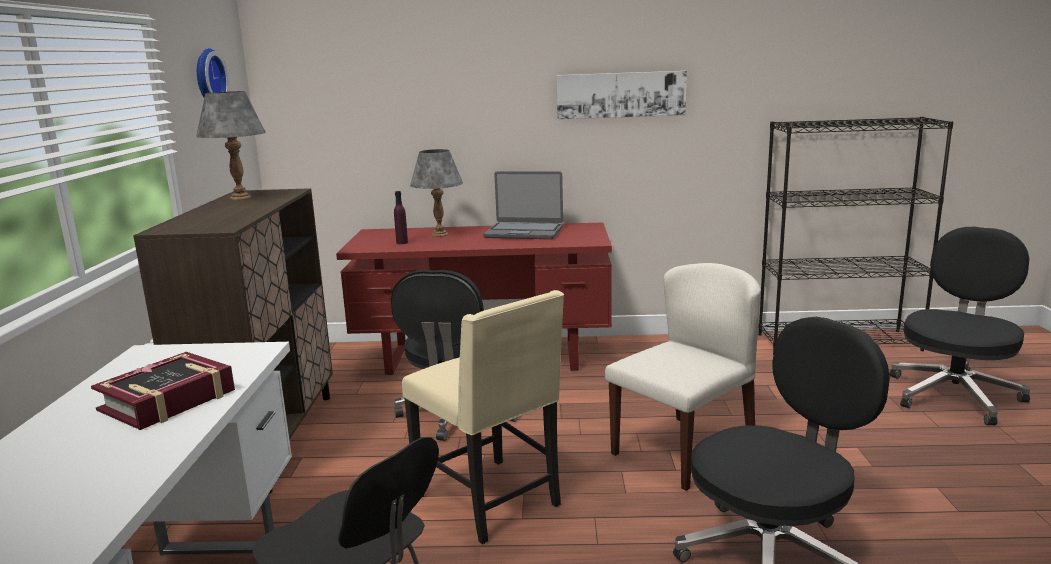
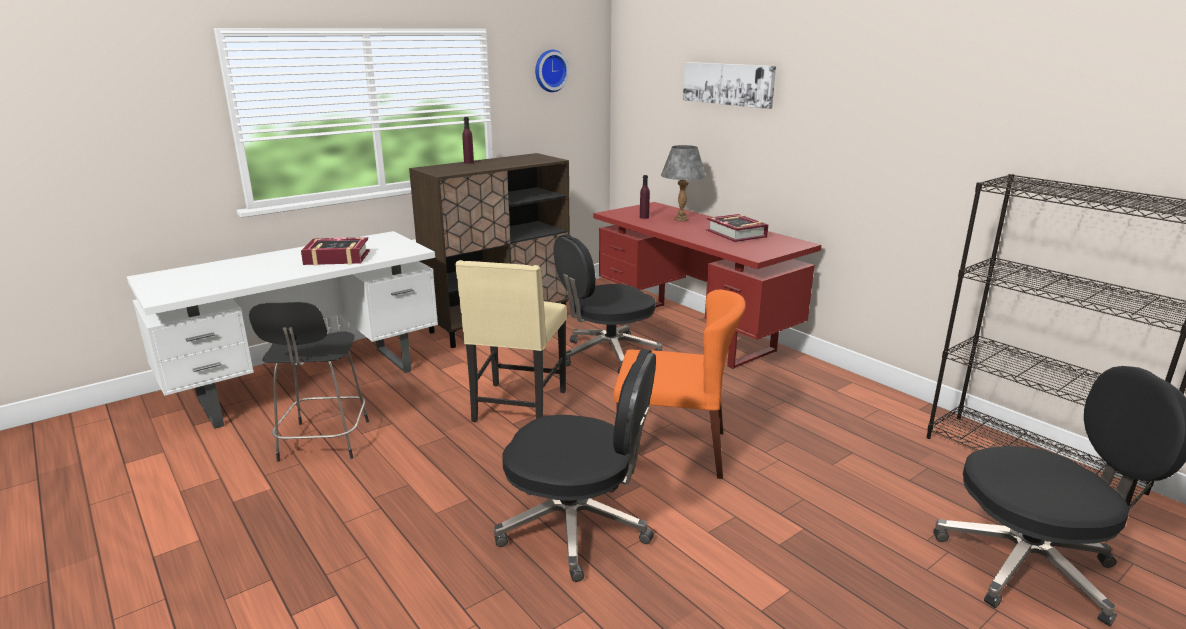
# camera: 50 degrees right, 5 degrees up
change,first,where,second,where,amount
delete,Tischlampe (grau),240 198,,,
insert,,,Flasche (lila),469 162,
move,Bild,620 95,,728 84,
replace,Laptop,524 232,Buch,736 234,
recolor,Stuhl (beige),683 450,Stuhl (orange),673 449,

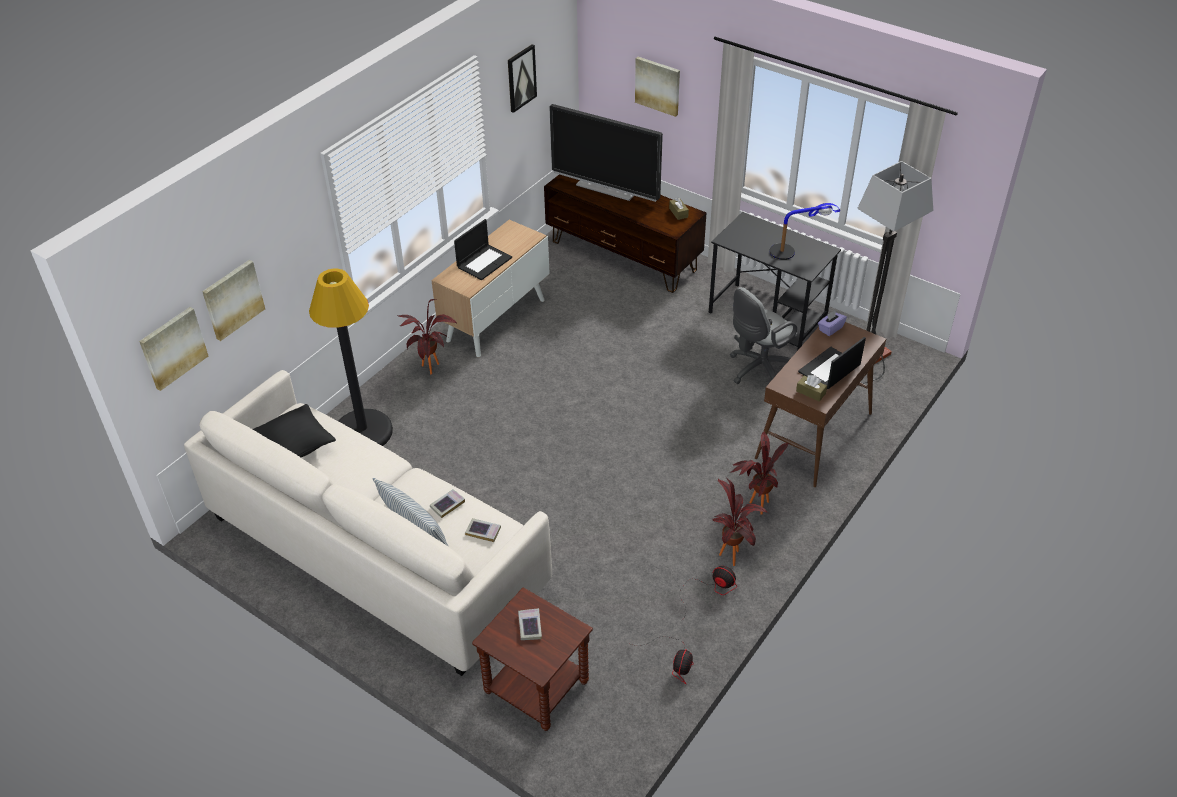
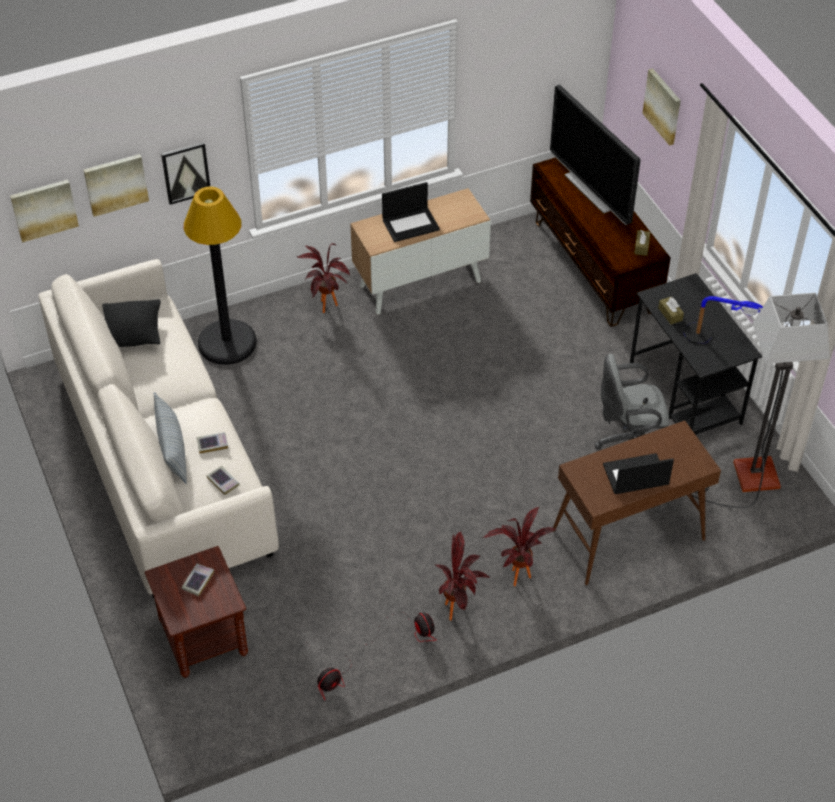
# camera: 30 degrees right, 5 degrees up
change,first,where,second,where,amount
delete,Taschentuchbox (lila),830 329,,,
move,Bild,521 78,,185 172,
move,Taschentuchbox (braun),810 392,,670 314,

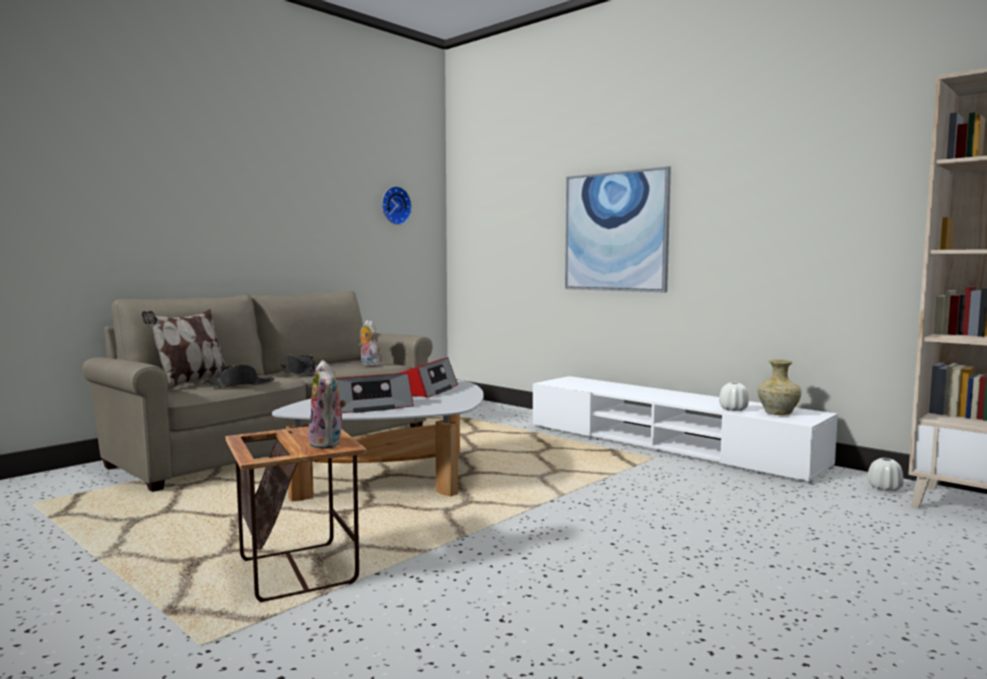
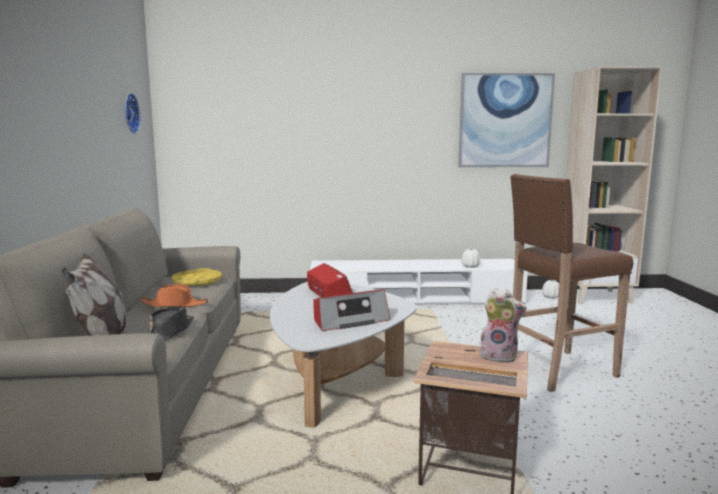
# camera: 45 degrees left, 5 degrees up
change,first,where,second,where,amount
delete,Vase (beige),777 413,,,
insert,,,Hocker (braun),558 371,
move,Bild,615 231,,505 121,
replace,Plüschtier,368 365,Tablett (gelb),197 282,
recolor,Hut (schwarz),300 373,Hut (orange),175 304,
rotate,Radio,369 407,,350 321,45 degrees clockwise

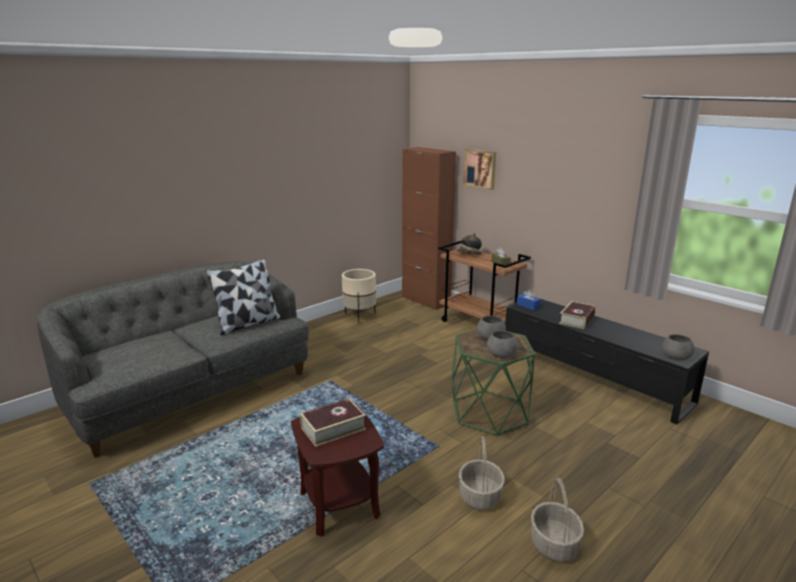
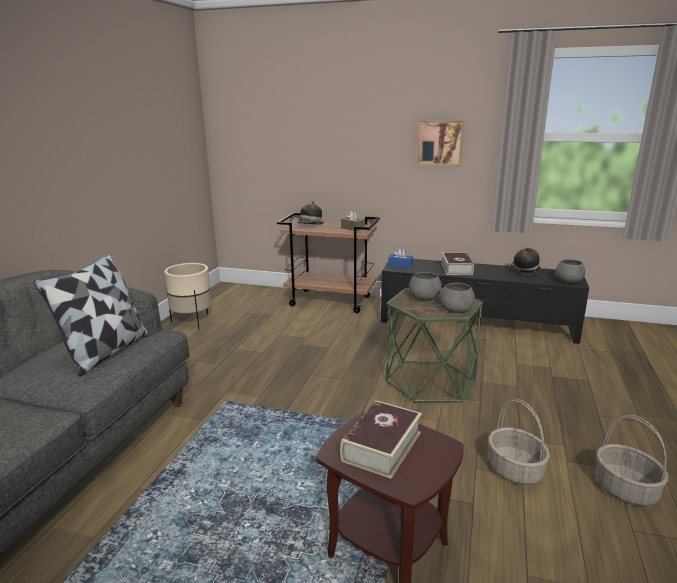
# camera: 30 degrees left, 0 degrees up
change,first,where,second,where,amount
delete,Schrank (braun),425 300,,,
insert,,,Hut,525 271,
move,Bild,480 168,,440 143,

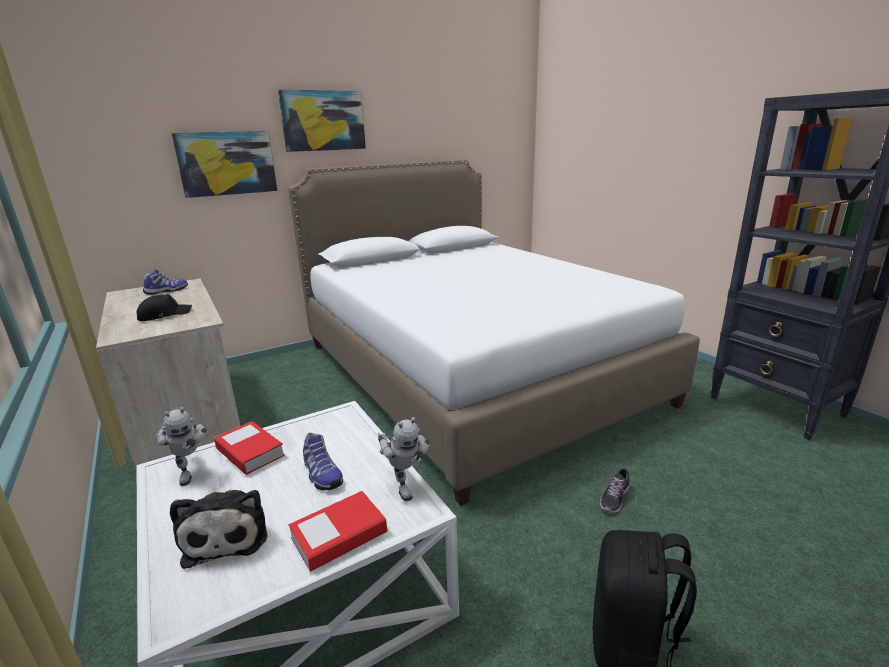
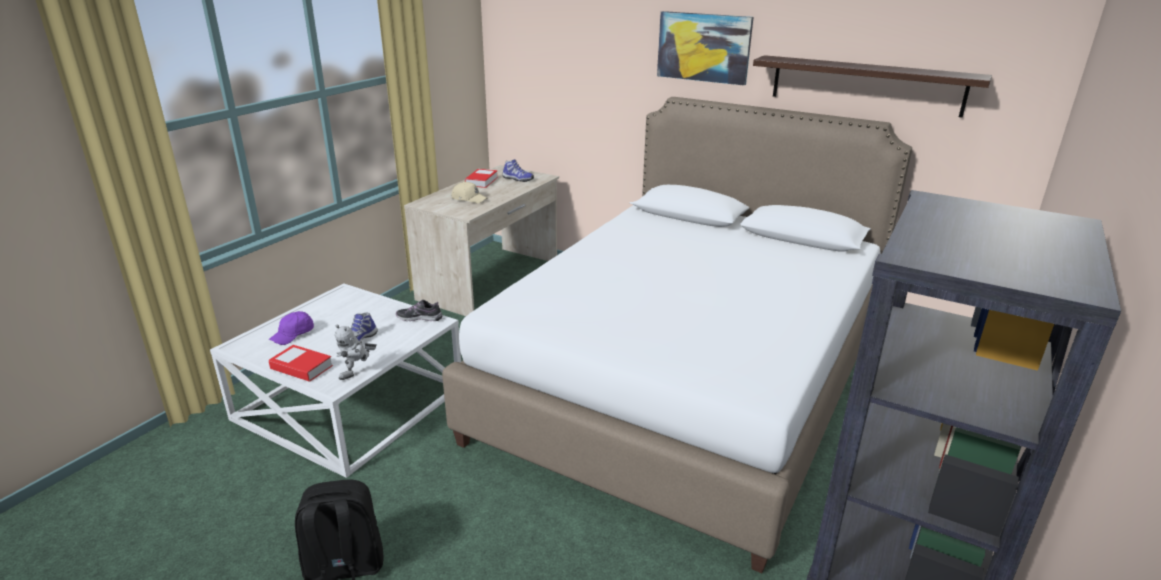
# camera: 60 degrees right, 5 degrees up
change,first,where,second,where,amount
delete,Spielzeugroboter,191 471,,,
delete,Bild,227 163,,,
insert,,,Wandregal,866 85,
move,Buch,250 452,,481 181,
move,Schuh,614 498,,419 318,
replace,Plüschtier,227 534,Kappe (lila),293 335,
recolor,Kappe (schwarz),164 315,Kappe (beige),469 198,

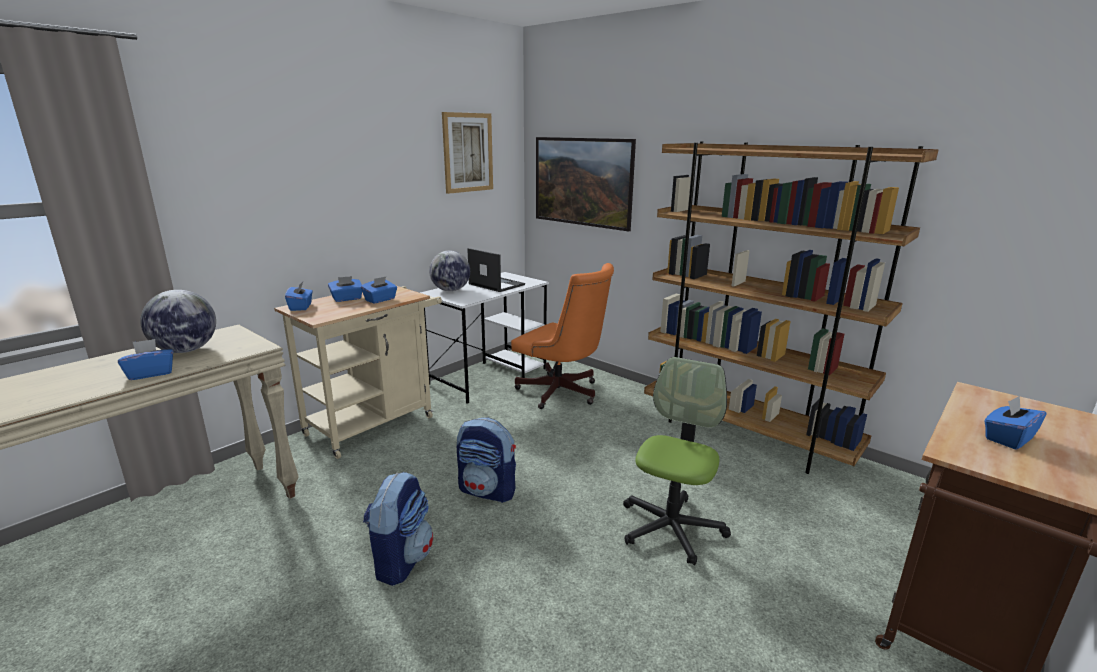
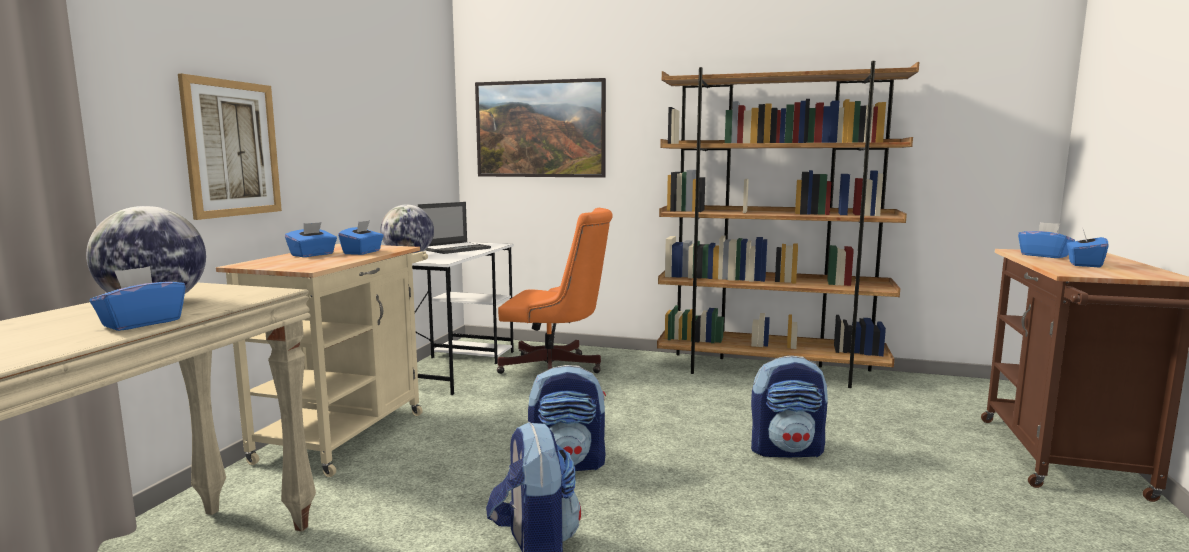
# camera: 25 degrees left, 10 degrees down
change,first,where,second,where,amount
move,Taschentuchbox (blau),301 307,,1044 255,
move,Bild,468 152,,232 148,
replace,Bürostuhl,671 528,Rucksack,786 450,
rotate,Laptop,496 284,,455 248,120 degrees clockwise

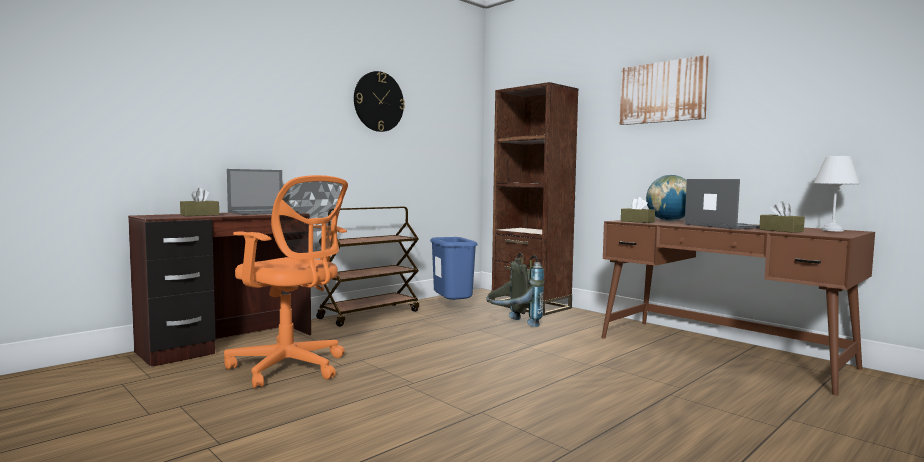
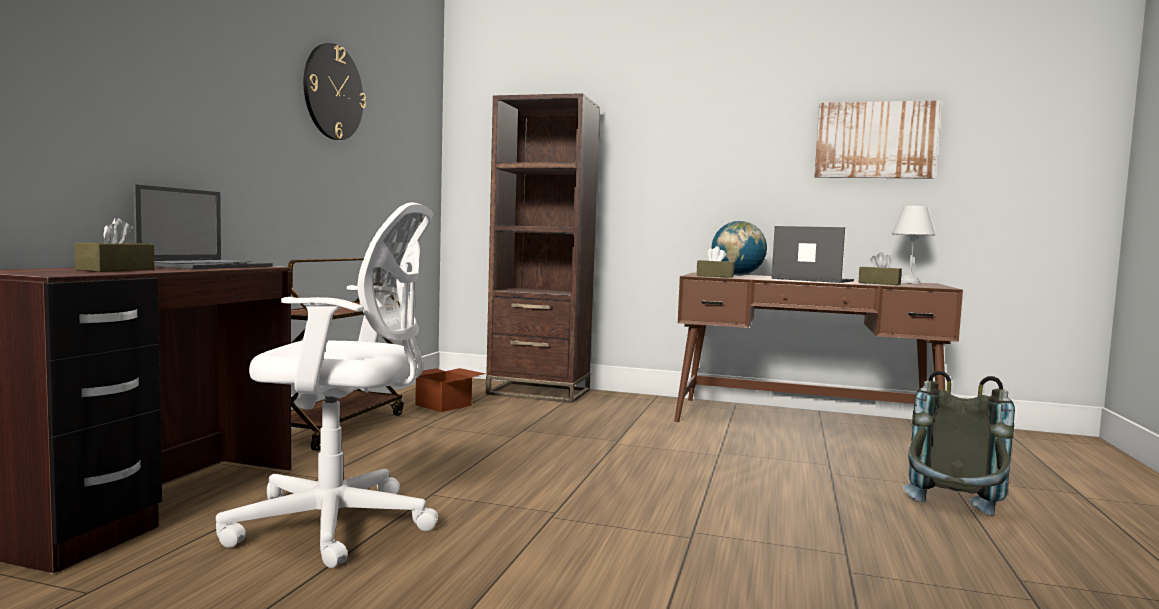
# camera: 30 degrees left, 0 degrees up
change,first,where,second,where,amount
move,Rucksack (grau),512 324,,952 517,
move,Bild,662 92,,875 140,
replace,Mülleimer (blau),453 308,Karton,445 405,
recolor,Bürostuhl (orange),291 368,Bürostuhl (weiß),340 525,

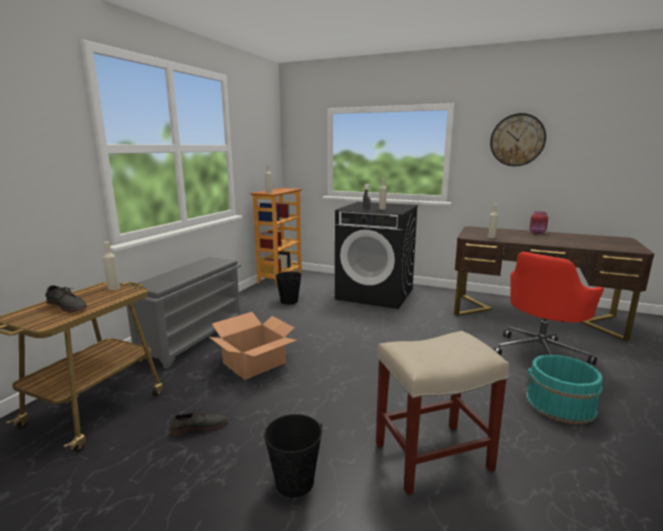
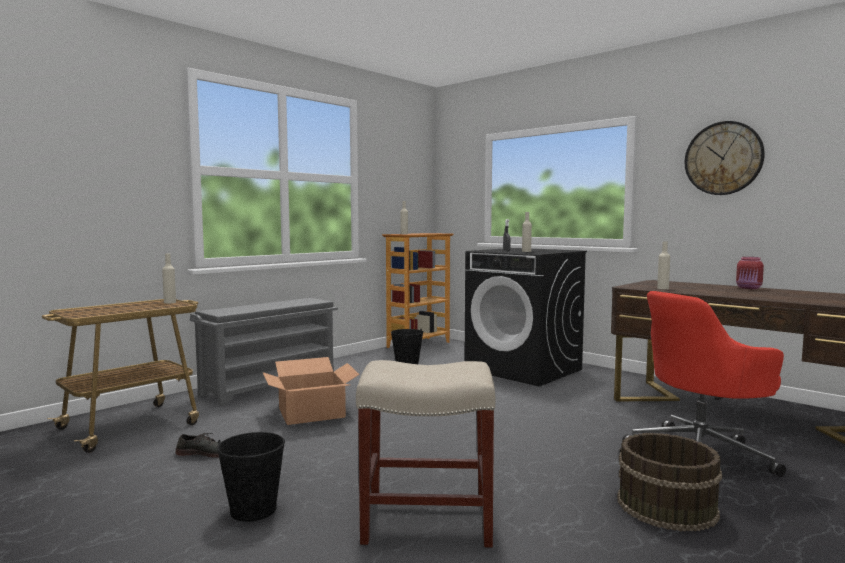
# camera: 20 degrees right, 10 degrees down
change,first,where,second,where,amount
delete,Schuh (grau),67 305,,,
recolor,Eimer (türkis),559 404,Eimer (braun),666 506,

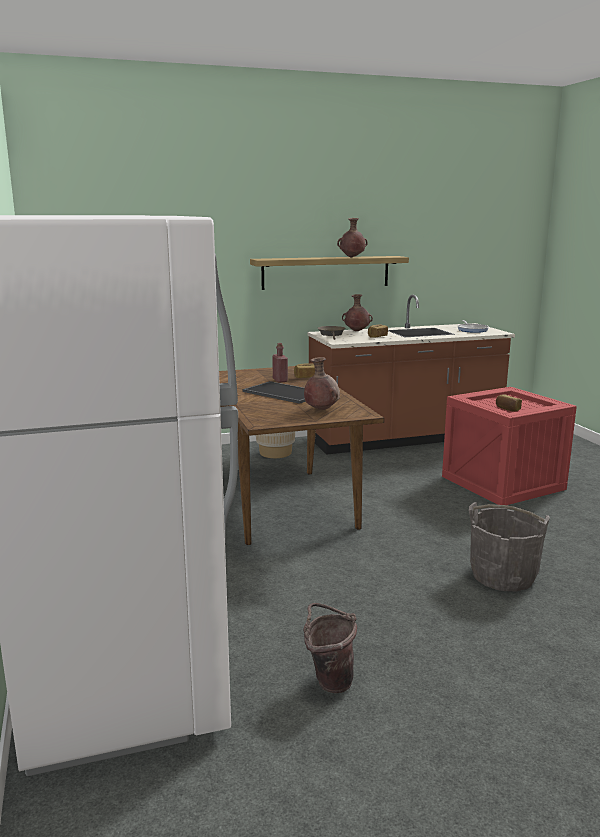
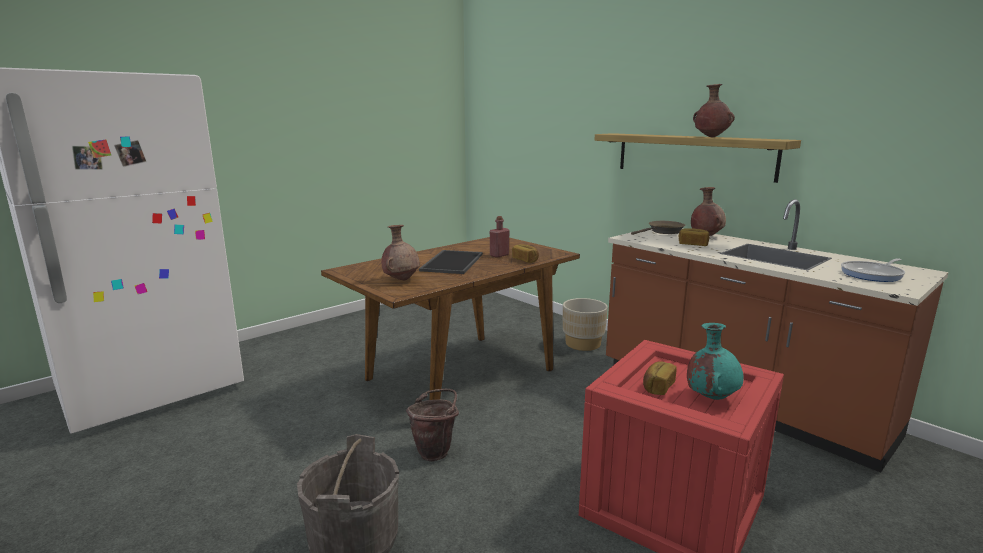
# camera: 65 degrees right, 0 degrees up
change,first,where,second,where,amount
insert,,,Vase (türkis),711 397,
move,Eimer (braun),329 680,,436 451,

